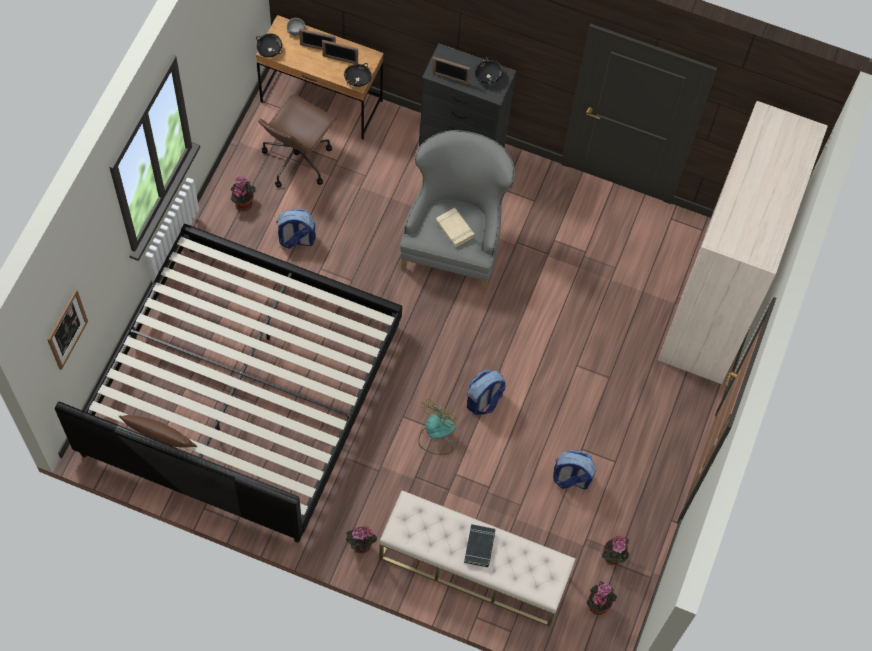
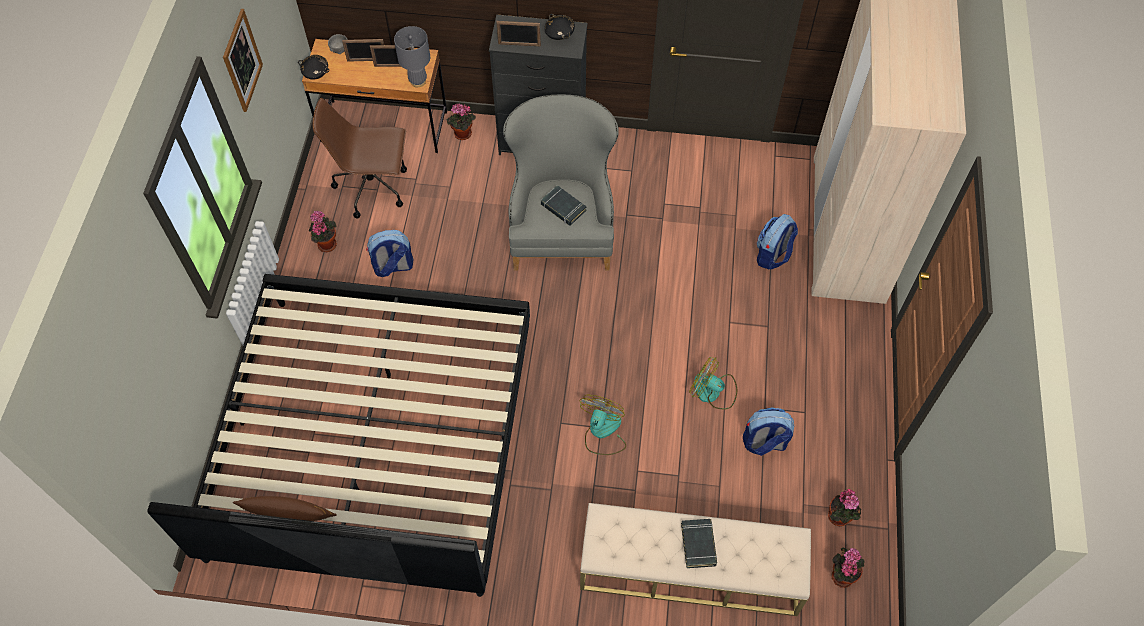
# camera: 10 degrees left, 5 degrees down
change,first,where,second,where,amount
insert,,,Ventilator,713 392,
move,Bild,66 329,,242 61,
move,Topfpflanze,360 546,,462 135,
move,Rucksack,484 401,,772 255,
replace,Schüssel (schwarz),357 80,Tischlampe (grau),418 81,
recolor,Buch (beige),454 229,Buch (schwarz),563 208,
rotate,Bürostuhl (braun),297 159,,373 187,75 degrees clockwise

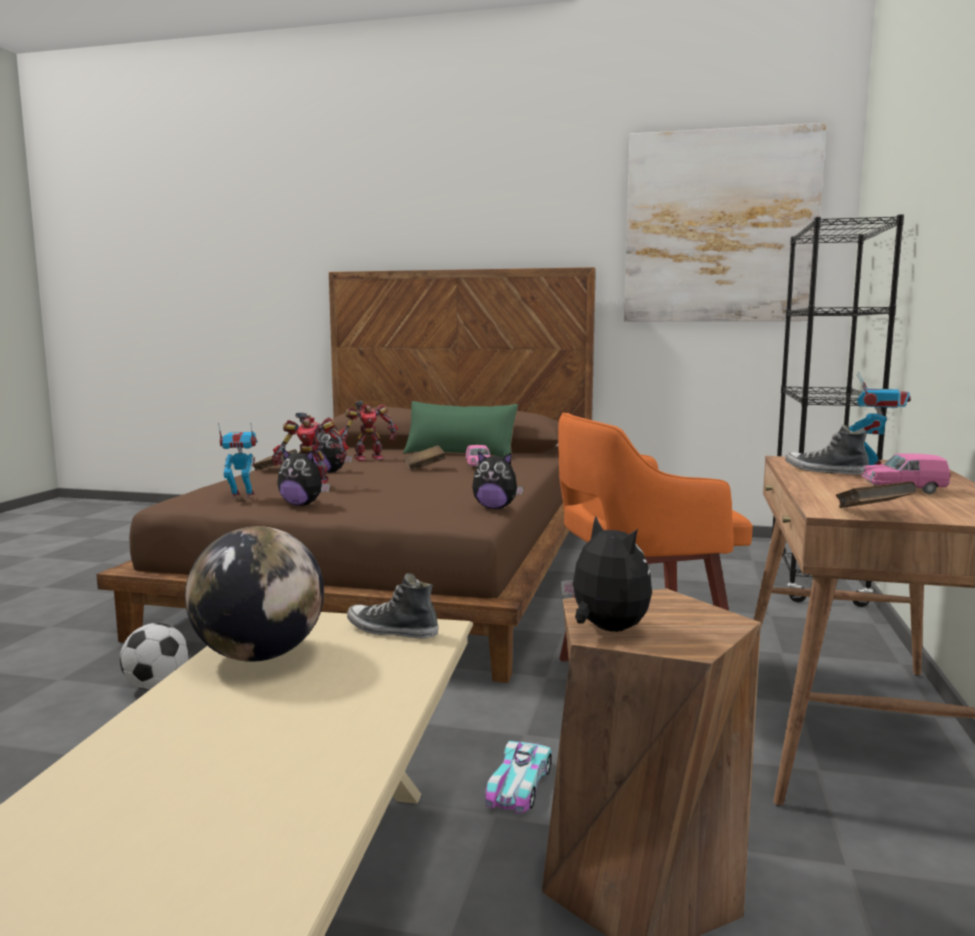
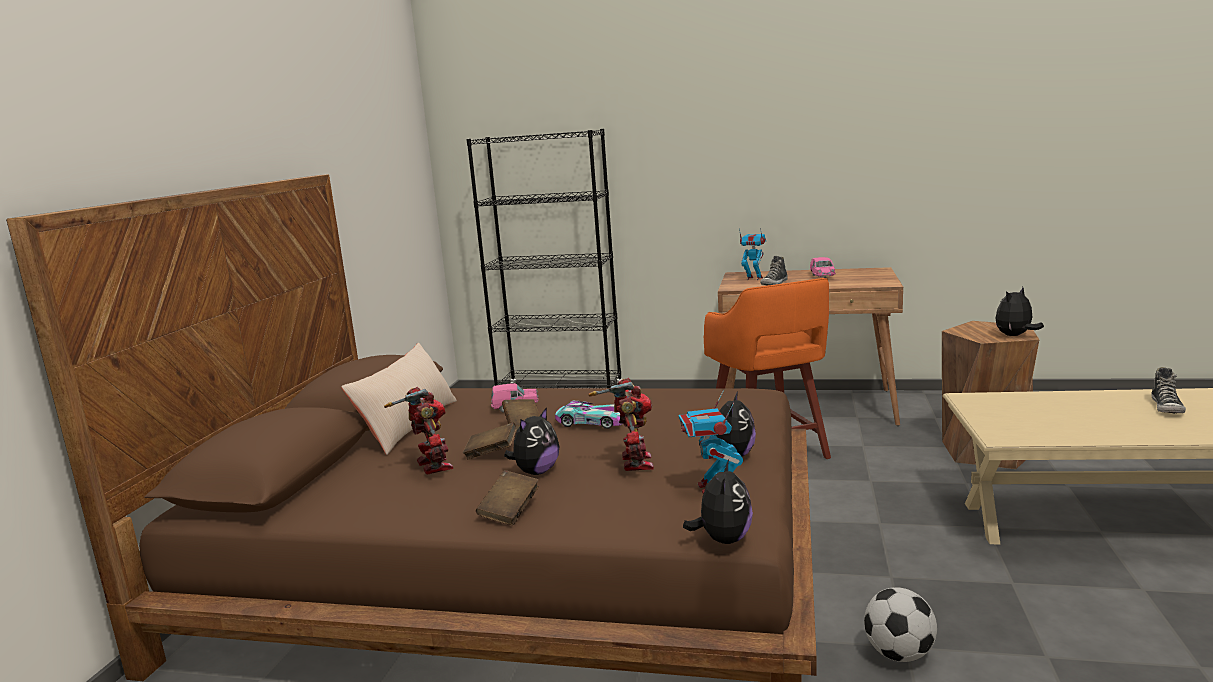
# camera: 90 degrees left, 5 degrees up
change,first,where,second,where,amount
delete,Globus,259 655,,,
delete,Bild,720 227,,,
move,Schuh,391 630,,1167 407,
move,Plüschtier,495 508,,723 539,
move,Spielzeugauto,519 785,,591 422,
move,Buch (braun),872 515,,491 453,
recolor,Kissen (grün),460 454,Kissen (beige),408 425,

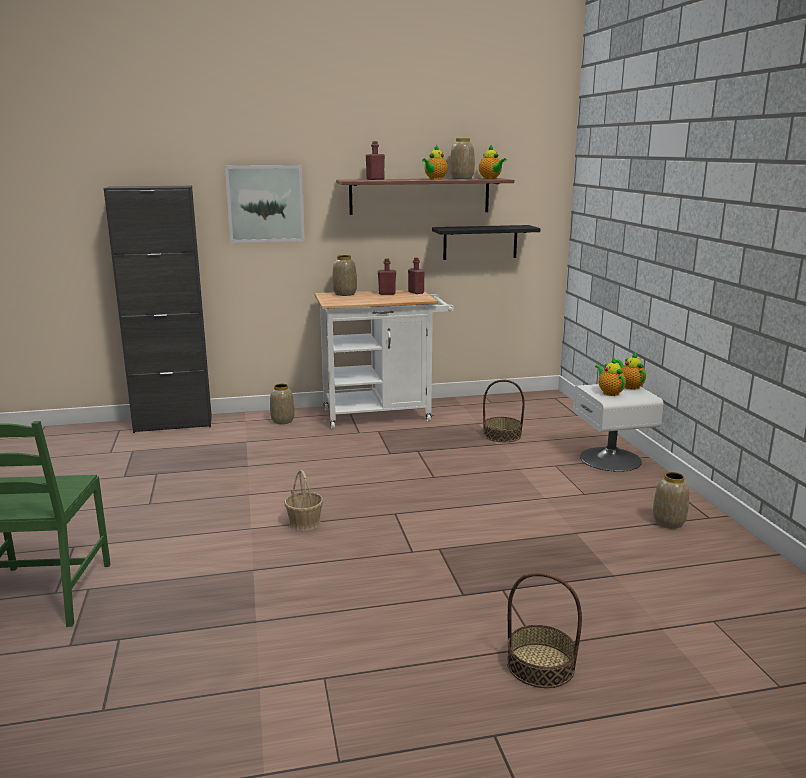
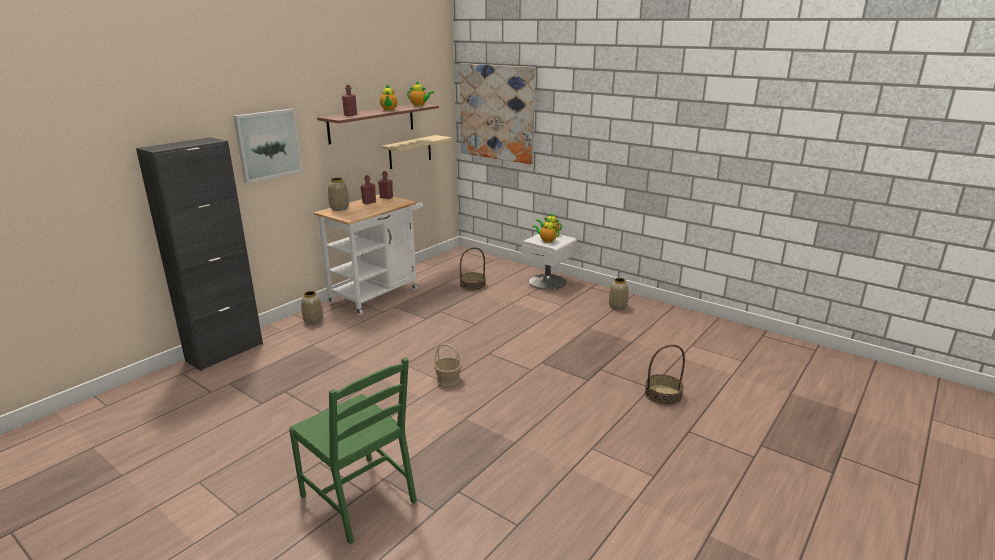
# camera: 40 degrees left, 5 degrees up
change,first,where,second,where,amount
delete,Vase,461 178,,,
insert,,,Bild,497 112,
recolor,Wandregal (schwarz),480 242,Wandregal (beige),410 152,

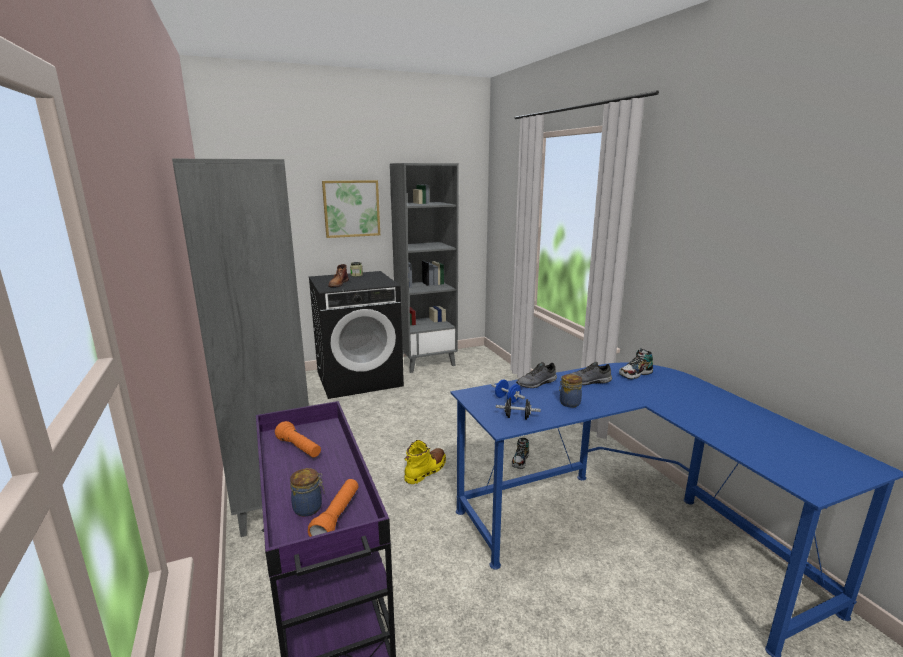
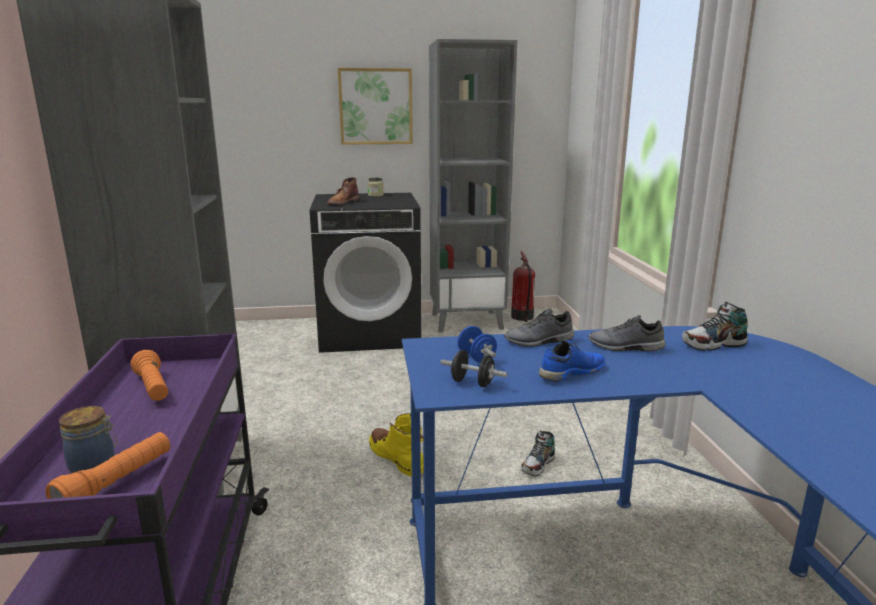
# camera: 15 degrees right, 0 degrees up
change,first,where,second,where,amount
insert,,,Feuerlöscher,522 317,
replace,Vorratsglas,569 403,Schuh (blau),571 372,
rotate,Stiefel (gelb),426 470,,396 458,90 degrees counterclockwise

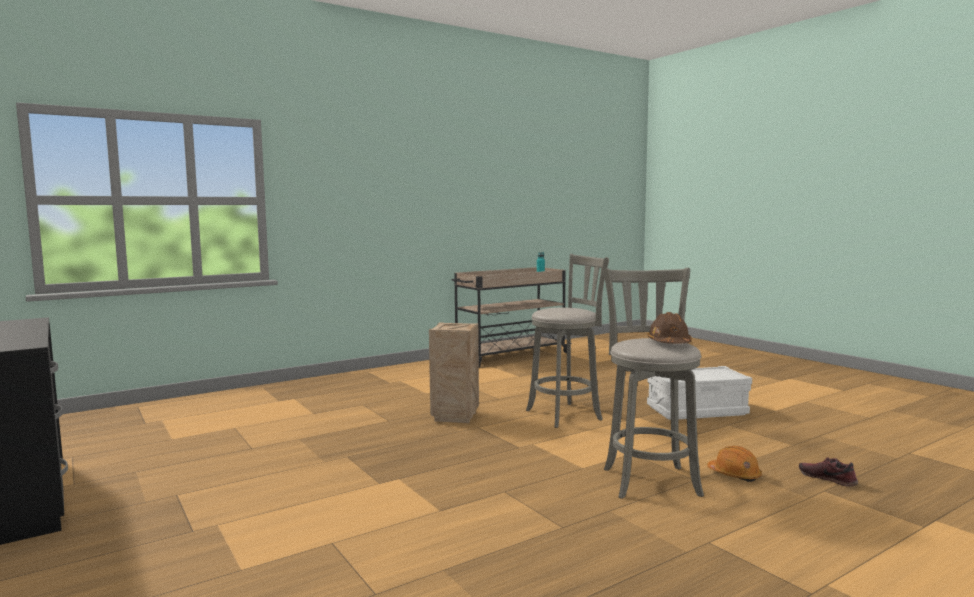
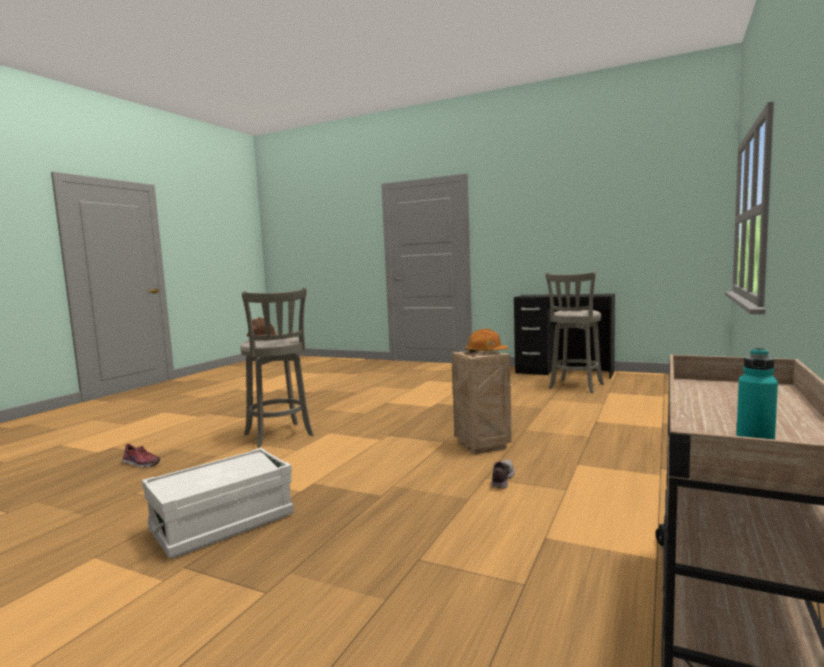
# camera: 150 degrees right, 0 degrees up
change,first,where,second,where,amount
insert,,,Schuh,501 479,
move,Hocker (grau),567 414,,575 387,
move,Schutzhelm (orange),734 475,,486 352,

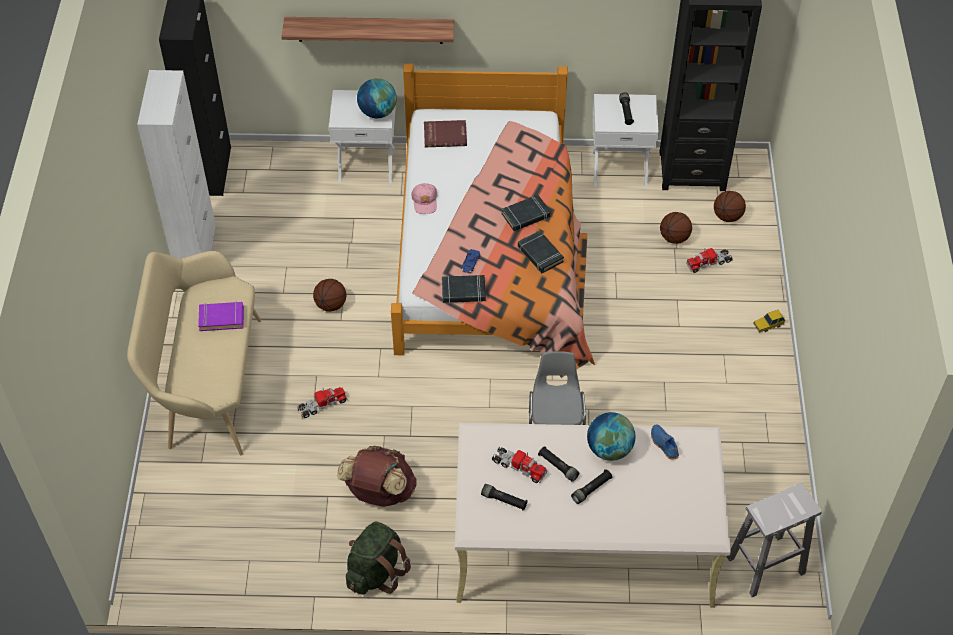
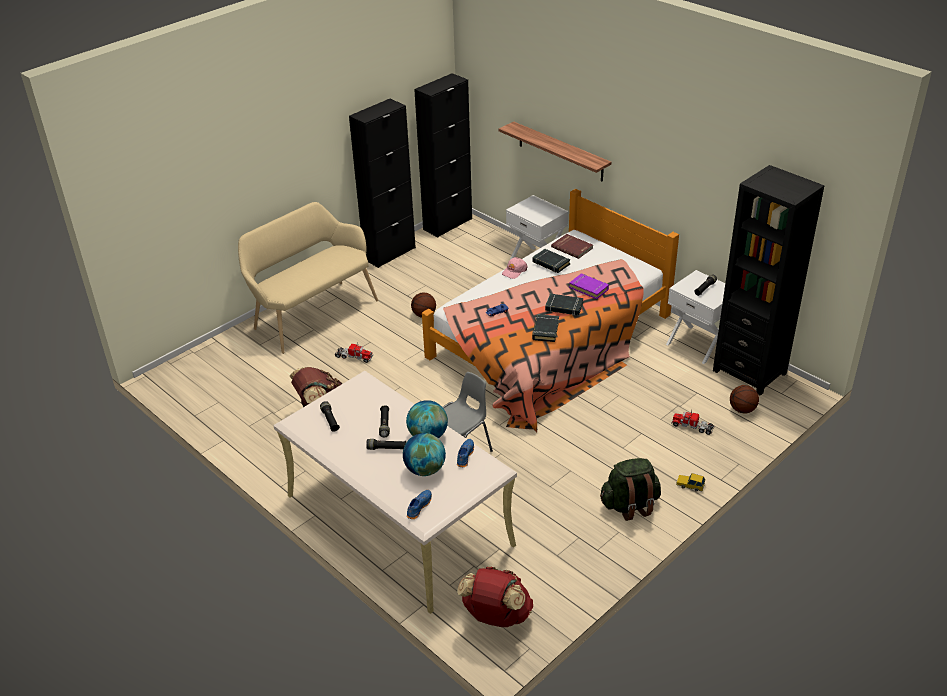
# camera: 45 degrees right, 15 degrees down
change,first,where,second,where,amount
delete,Spielzeuglaster,519 467,,,
delete,Basketball,674 237,,,
insert,,,Schuh (blau),418 507,
move,Buch (lila),221 318,,589 288,
move,Rucksack (grün),376 572,,630 505,
move,Globus,377 112,,425 469,
move,Buch (schwarz),463 292,,550 263,
replace,Hocker (weiß),764 566,Rucksack (rot),496 616,
recolor,Schrank (weiß),196 251,Schrank (schwarz),389 253,

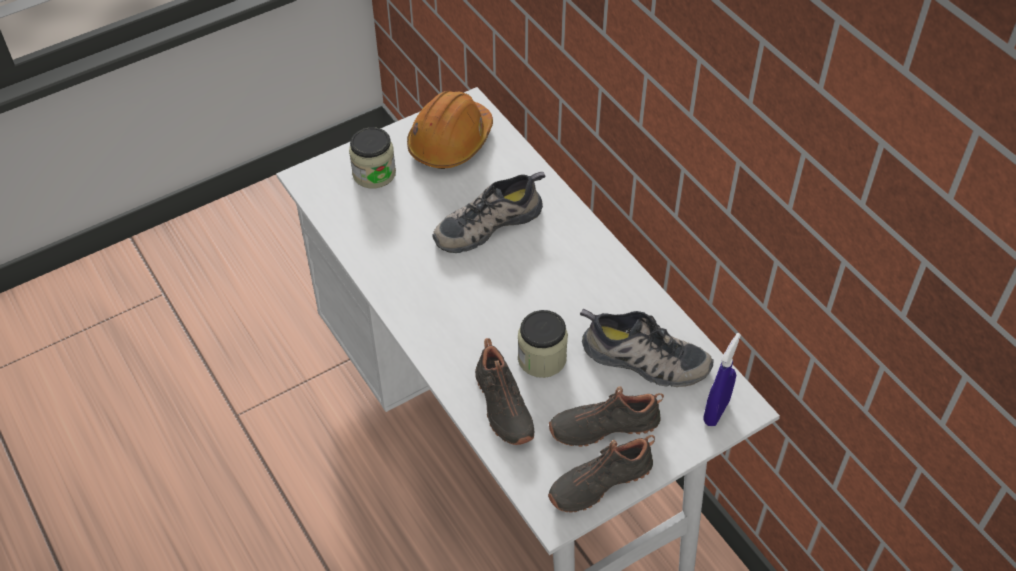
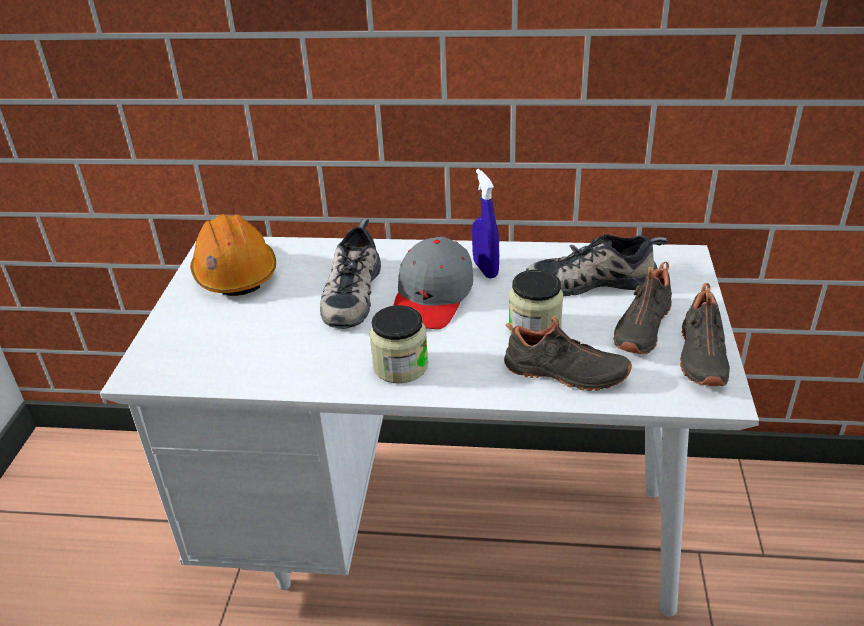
# camera: 50 degrees left, 15 degrees down
change,first,where,second,where,amount
insert,,,Kappe (grau),432 297,
move,Vorratsglas,374 173,,400 366,
move,Sprühflasche (blau),716 411,,485 269,
rotate,Schuh,643 360,,592 280,150 degrees counterclockwise

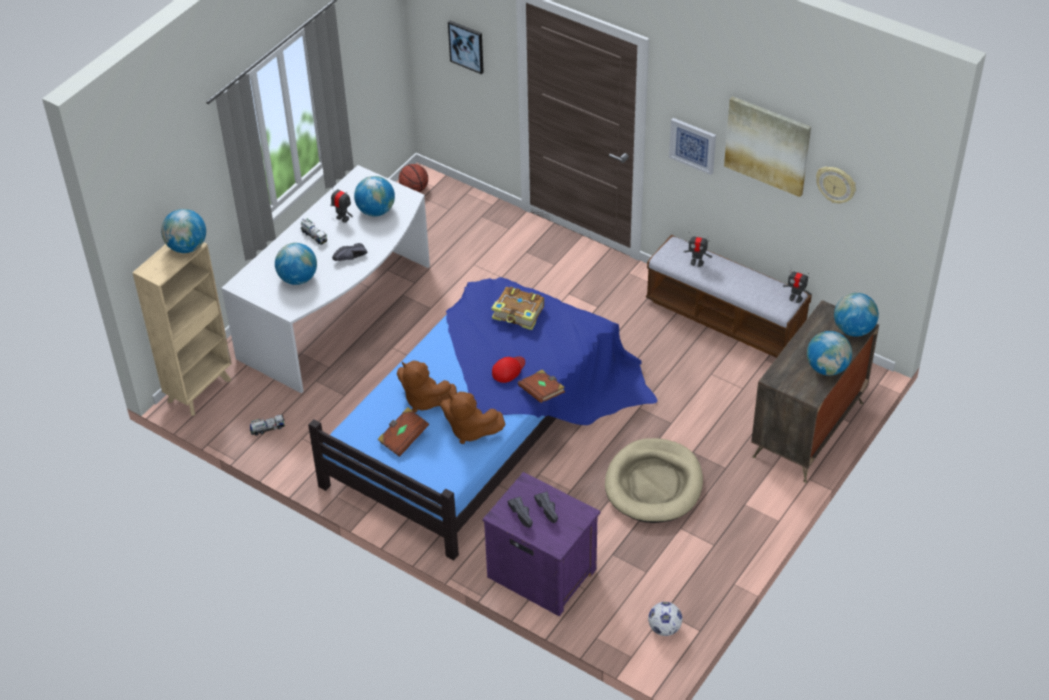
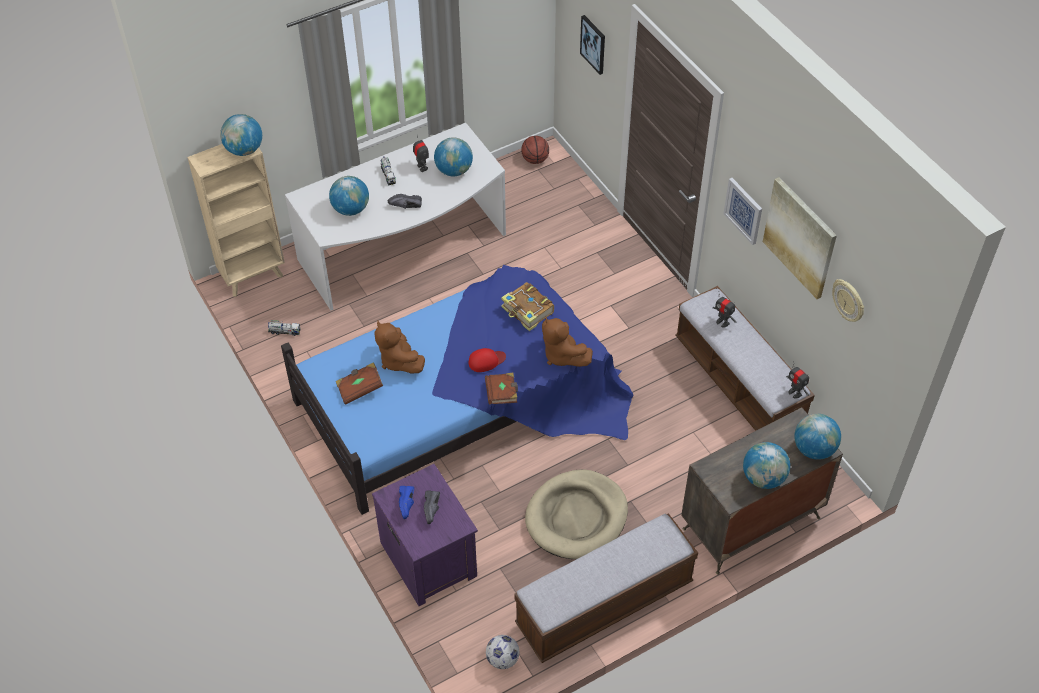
# camera: 25 degrees right, 5 degrees up
change,first,where,second,where,amount
insert,,,Bank,604 604,
move,Plüschtier (braun),470 430,,562 355,
recolor,Schuh (schwarz),523 515,Schuh (blau),408 504,

